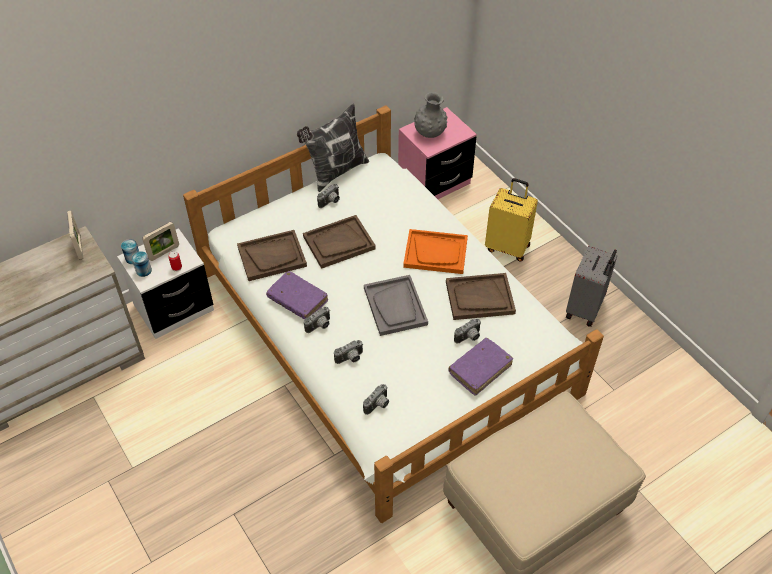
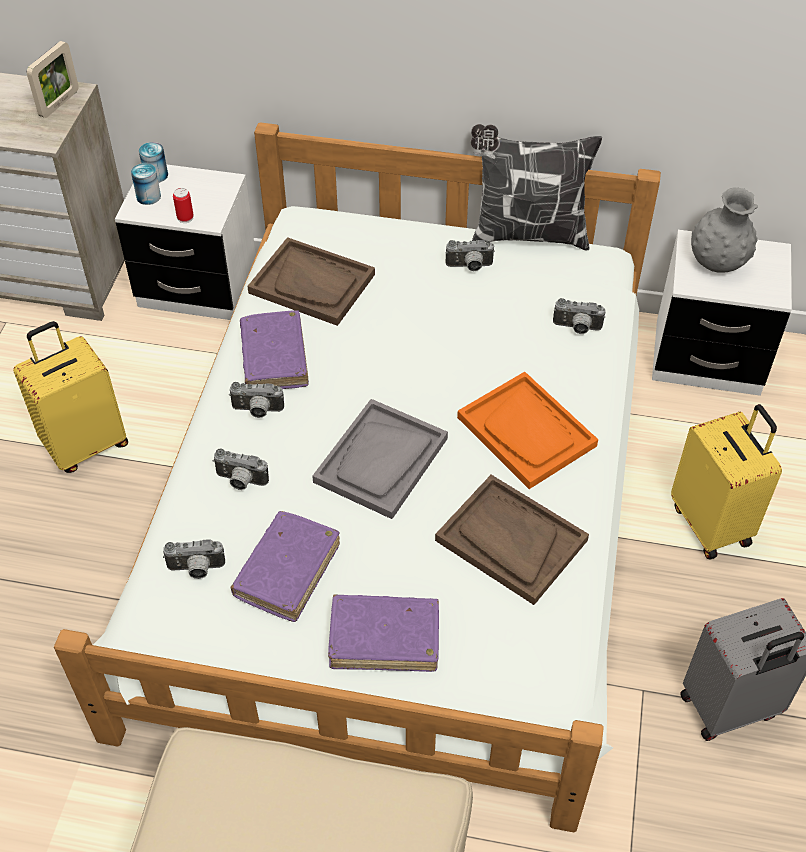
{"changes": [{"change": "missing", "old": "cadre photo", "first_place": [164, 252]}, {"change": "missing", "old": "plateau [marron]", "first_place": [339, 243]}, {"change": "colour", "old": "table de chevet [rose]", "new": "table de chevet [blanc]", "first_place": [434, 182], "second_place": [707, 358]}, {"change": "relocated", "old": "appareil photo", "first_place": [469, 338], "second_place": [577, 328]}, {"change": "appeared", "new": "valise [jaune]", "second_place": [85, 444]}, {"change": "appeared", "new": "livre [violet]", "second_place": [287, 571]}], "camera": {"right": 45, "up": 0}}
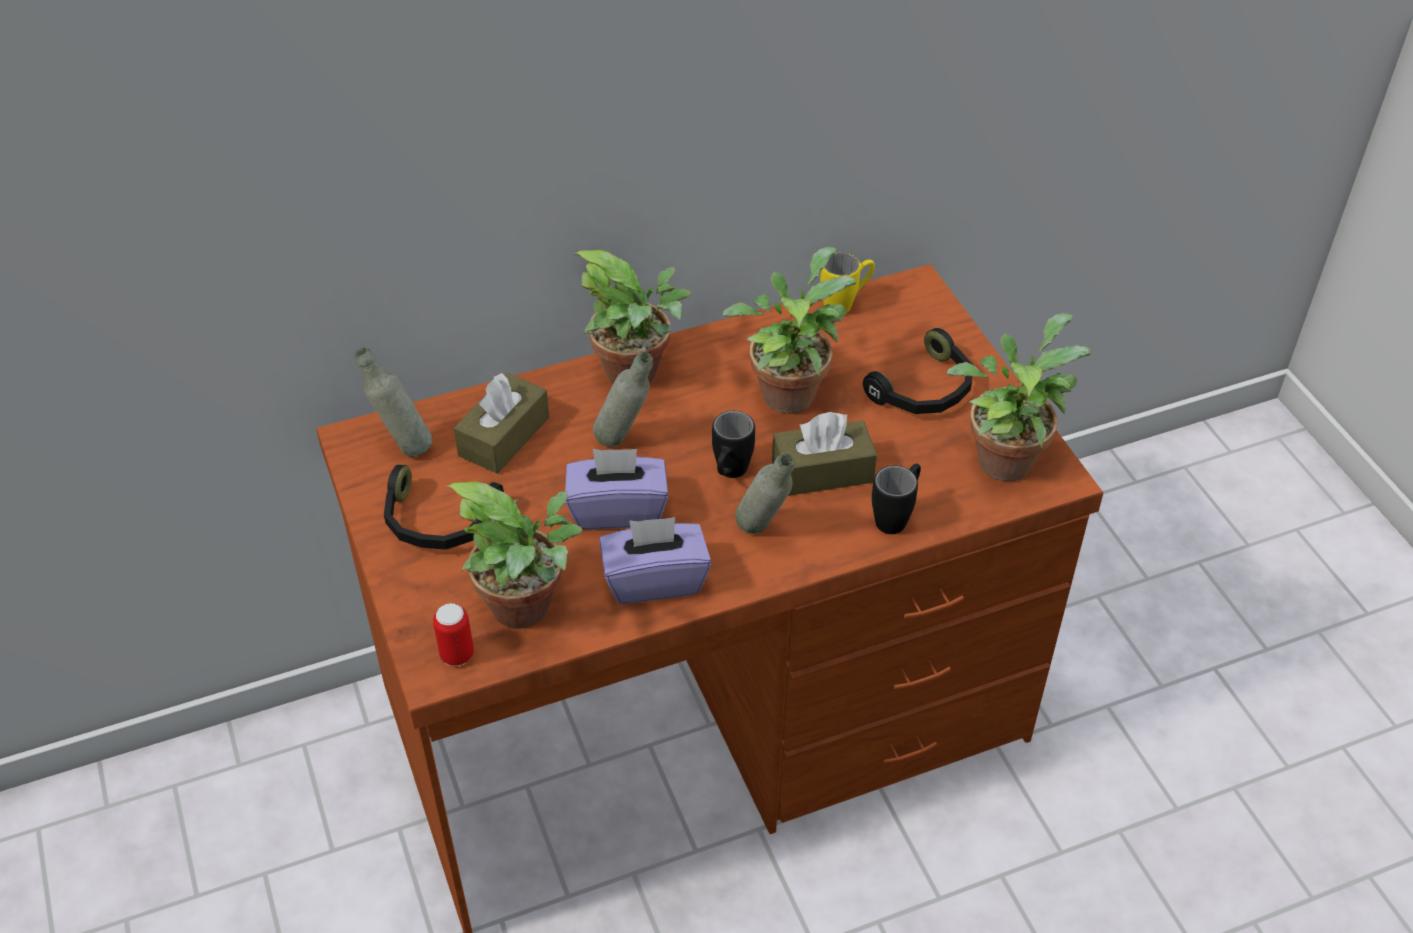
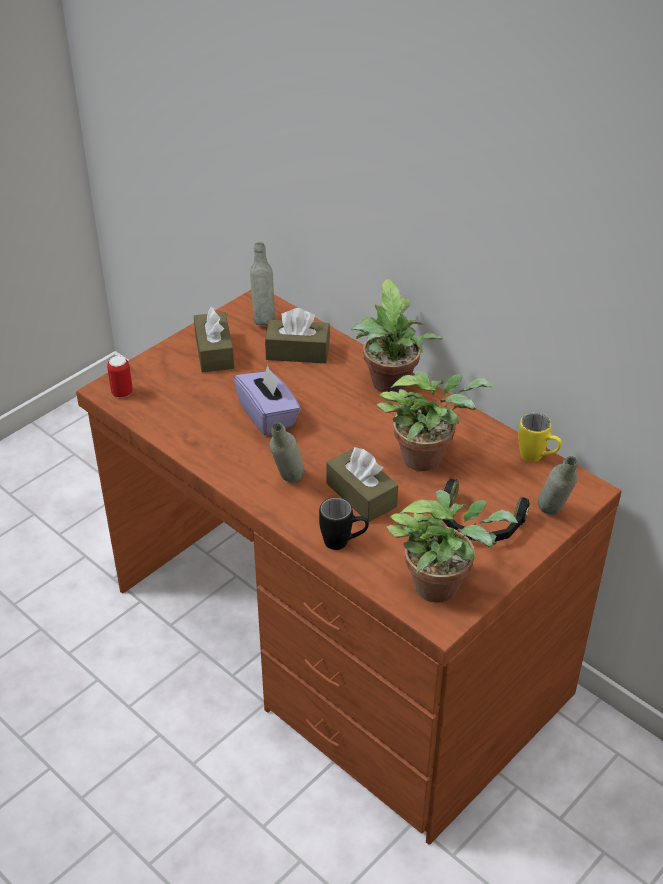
{"changes": [{"change": "exchanged", "old": "casque audio [noir]", "new": "boîte à mouchoirs [marron]", "first_place": [439, 522], "second_place": [214, 352]}, {"change": "missing", "old": "plante en pot", "first_place": [528, 609]}, {"change": "relocated", "old": "bouteille [gris]", "first_place": [624, 442], "second_place": [553, 517]}, {"change": "missing", "old": "boîte à mouchoirs [violet]", "first_place": [655, 579]}, {"change": "missing", "old": "mug [noir]", "first_place": [729, 474]}], "camera": {"right": 65, "up": -5}}
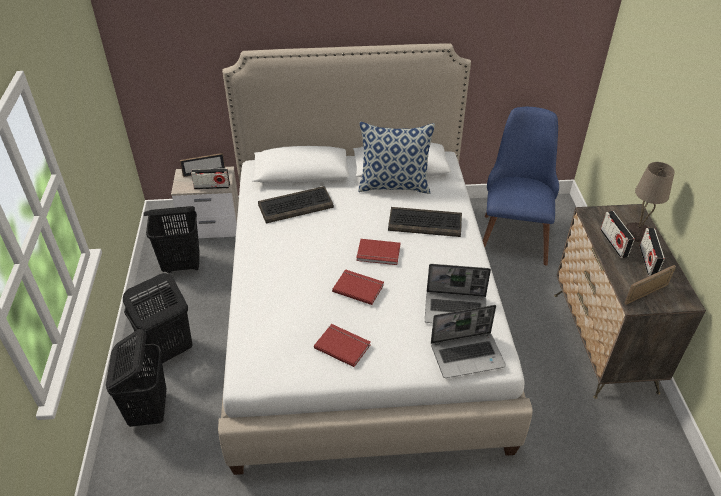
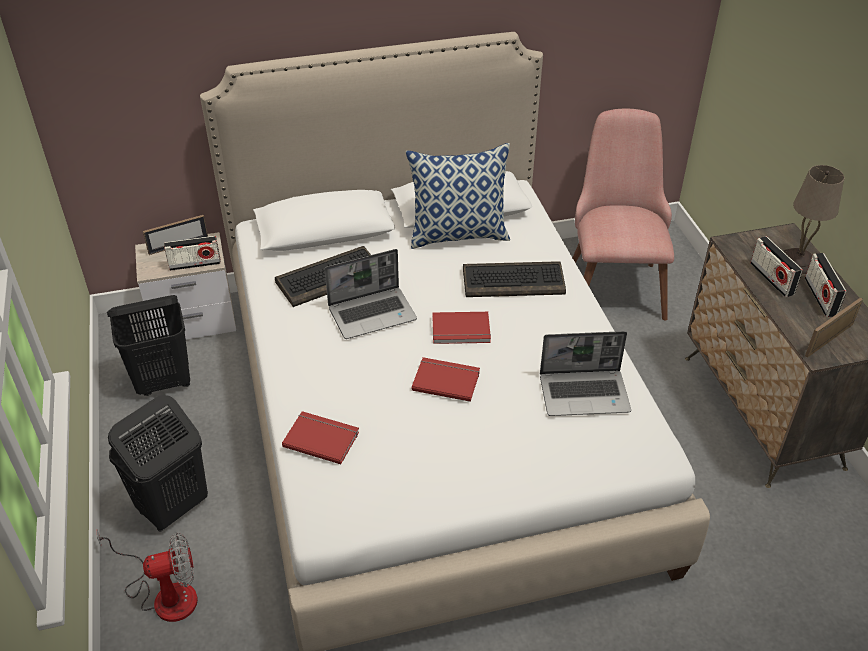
{"changes": [{"change": "exchanged", "old": "panier à linge [noir]", "new": "ventilateur", "first_place": [149, 410], "second_place": [164, 594]}, {"change": "relocated", "old": "livre [rouge]", "first_place": [343, 345], "second_place": [321, 438]}, {"change": "relocated", "old": "ordinateur portable", "first_place": [468, 355], "second_place": [373, 313]}, {"change": "colour", "old": "chaise [bleu]", "new": "chaise [rose]", "first_place": [514, 231], "second_place": [613, 280]}], "camera": {"right": -10, "up": 0}}
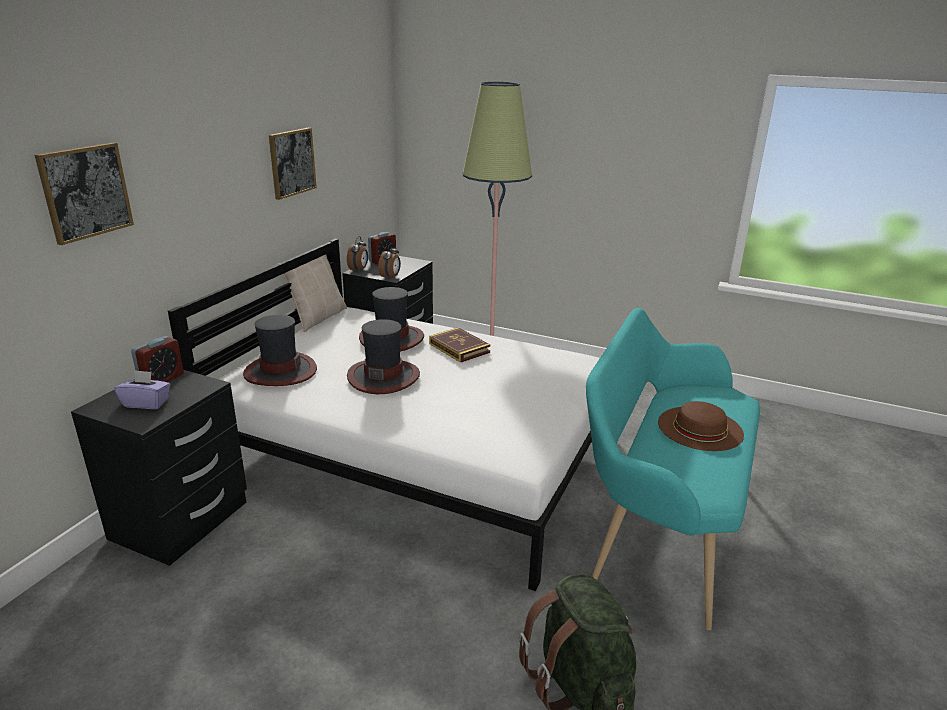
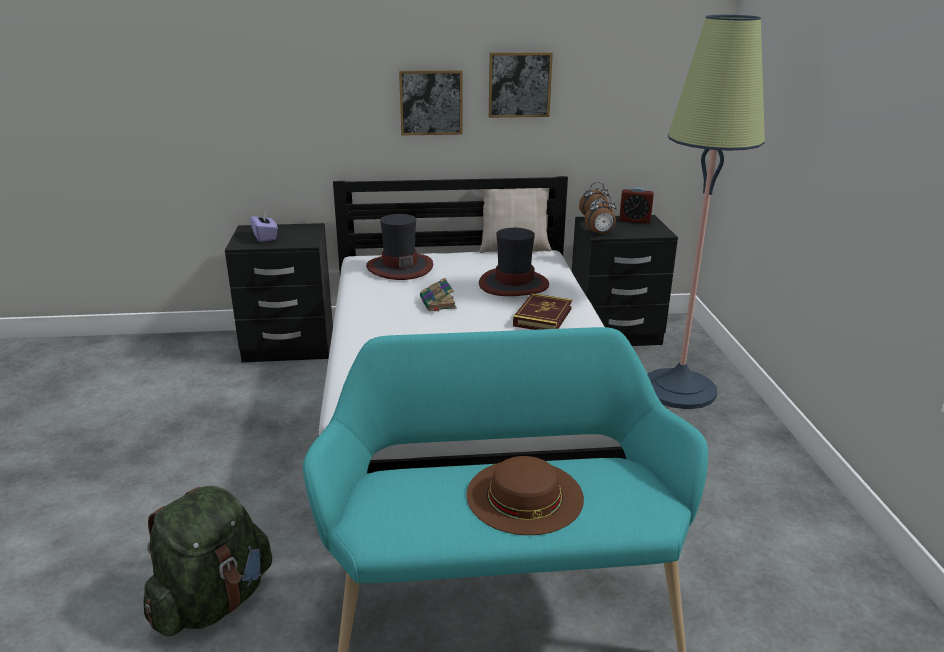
{"changes": [{"change": "relocated", "old": "tableau", "first_place": [85, 192], "second_place": [431, 102]}, {"change": "missing", "old": "réveil", "first_place": [161, 379]}, {"change": "exchanged", "old": "chapeau", "new": "livre", "first_place": [383, 376], "second_place": [438, 303]}], "camera": {"right": 60, "up": 0}}
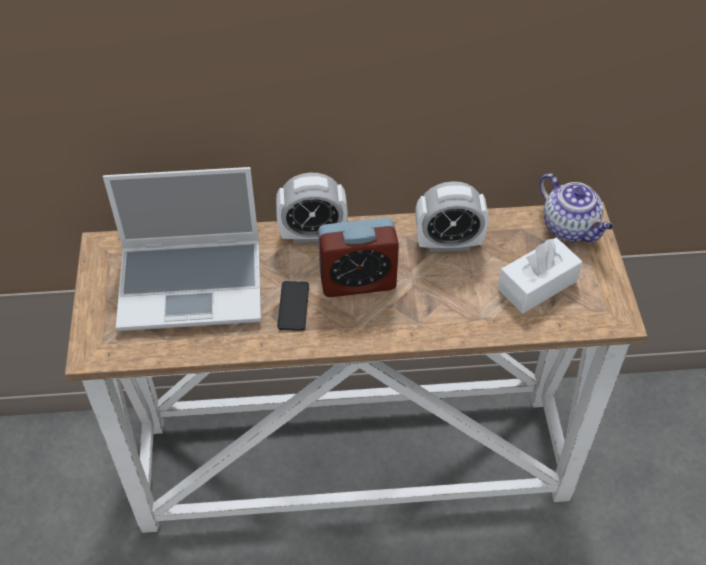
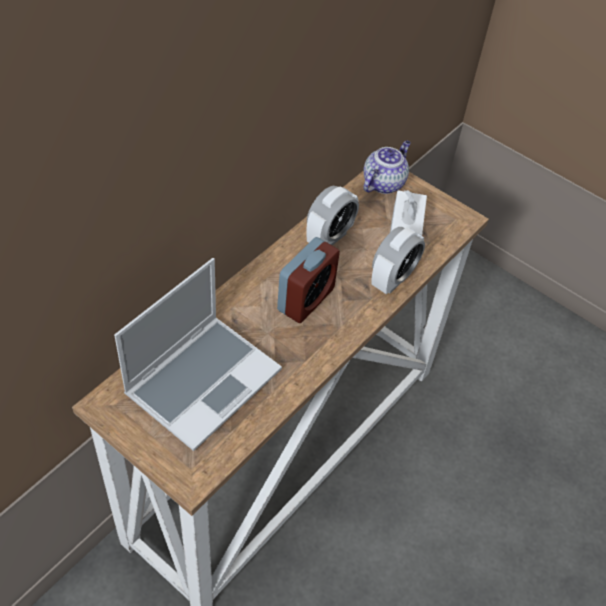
{"changes": [{"change": "relocated", "old": "réveil", "first_place": [312, 234], "second_place": [393, 279]}, {"change": "missing", "old": "téléphone", "first_place": [293, 306]}, {"change": "spun", "old": "théière", "first_place": [570, 228], "second_place": [383, 182], "degrees": -60}], "camera": {"right": -50, "up": 0}}
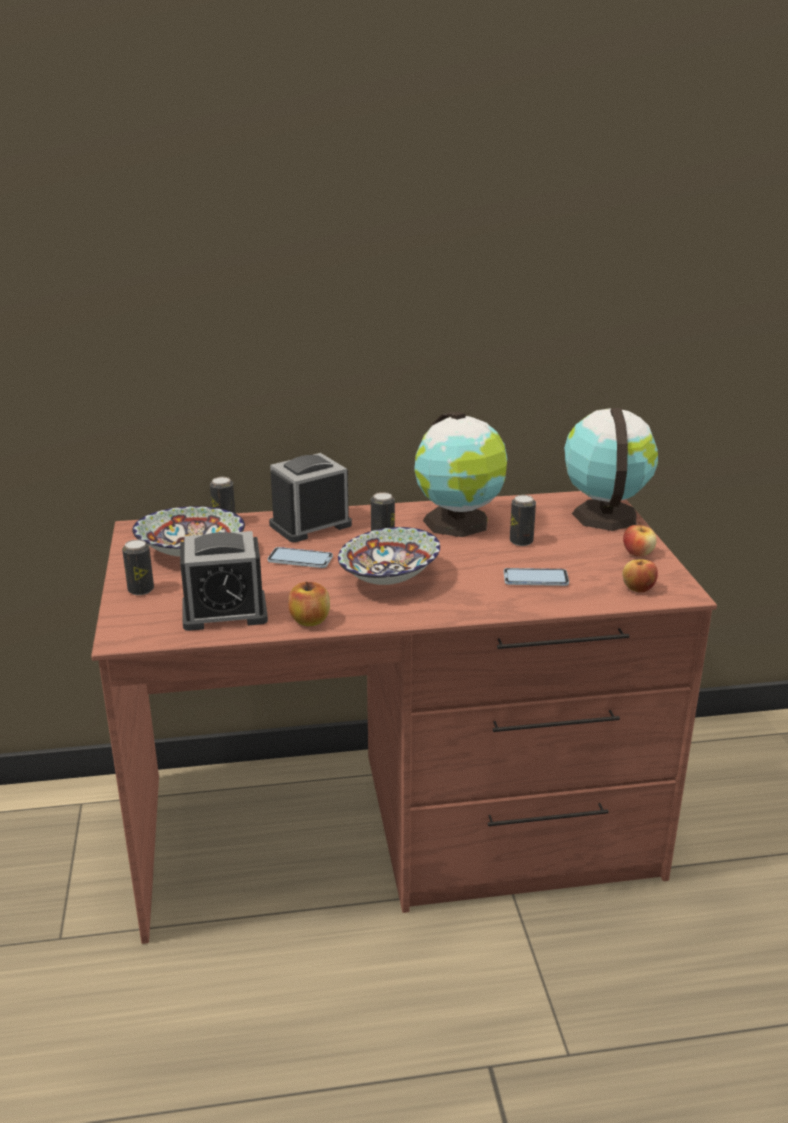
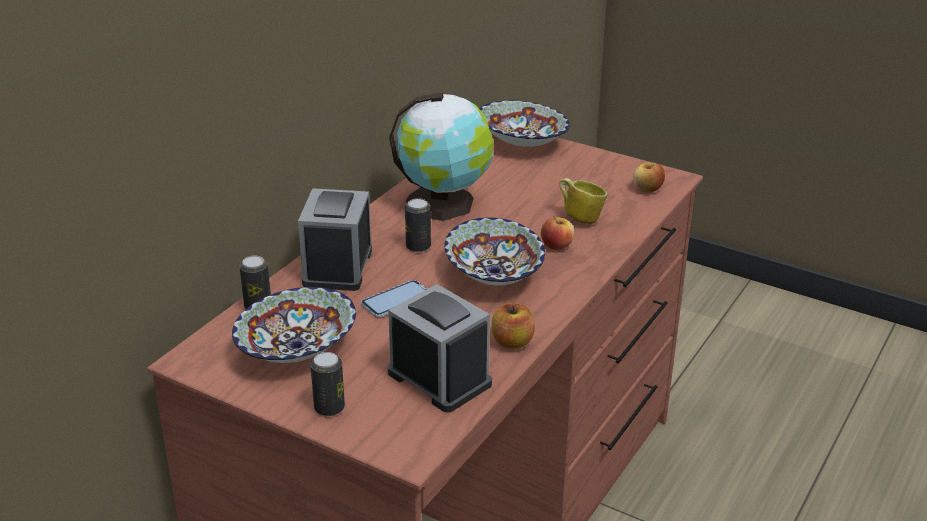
{"changes": [{"change": "spun", "old": "réveil", "first_place": [224, 612], "second_place": [439, 378], "degrees": -75}, {"change": "exchanged", "old": "téléphone", "new": "mug", "first_place": [535, 579], "second_place": [580, 217]}, {"change": "missing", "old": "boîte métallique", "first_place": [521, 541]}, {"change": "exchanged", "old": "globe", "new": "bol", "first_place": [604, 514], "second_place": [521, 144]}, {"change": "relocated", "old": "pomme", "first_place": [638, 553], "second_place": [556, 246]}], "camera": {"right": -50, "up": 5}}
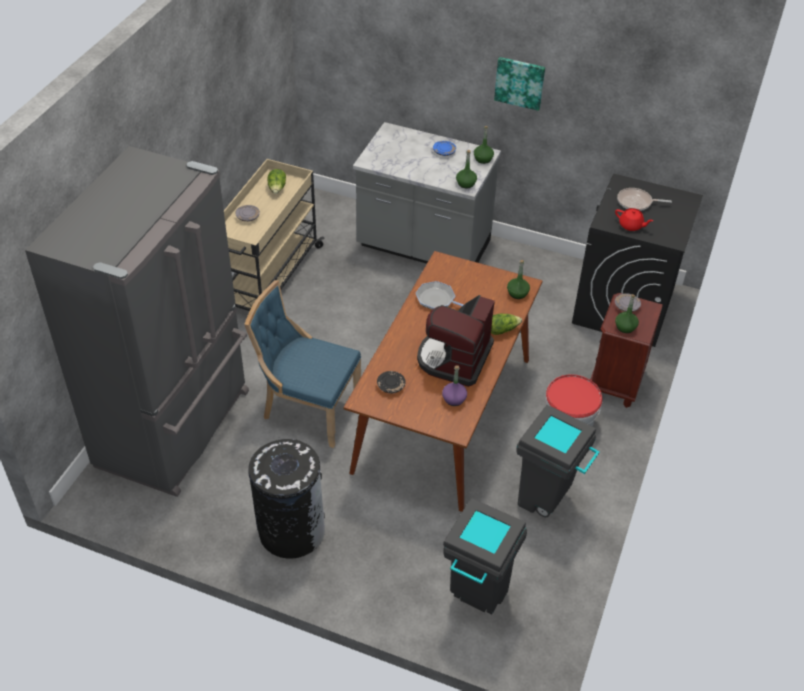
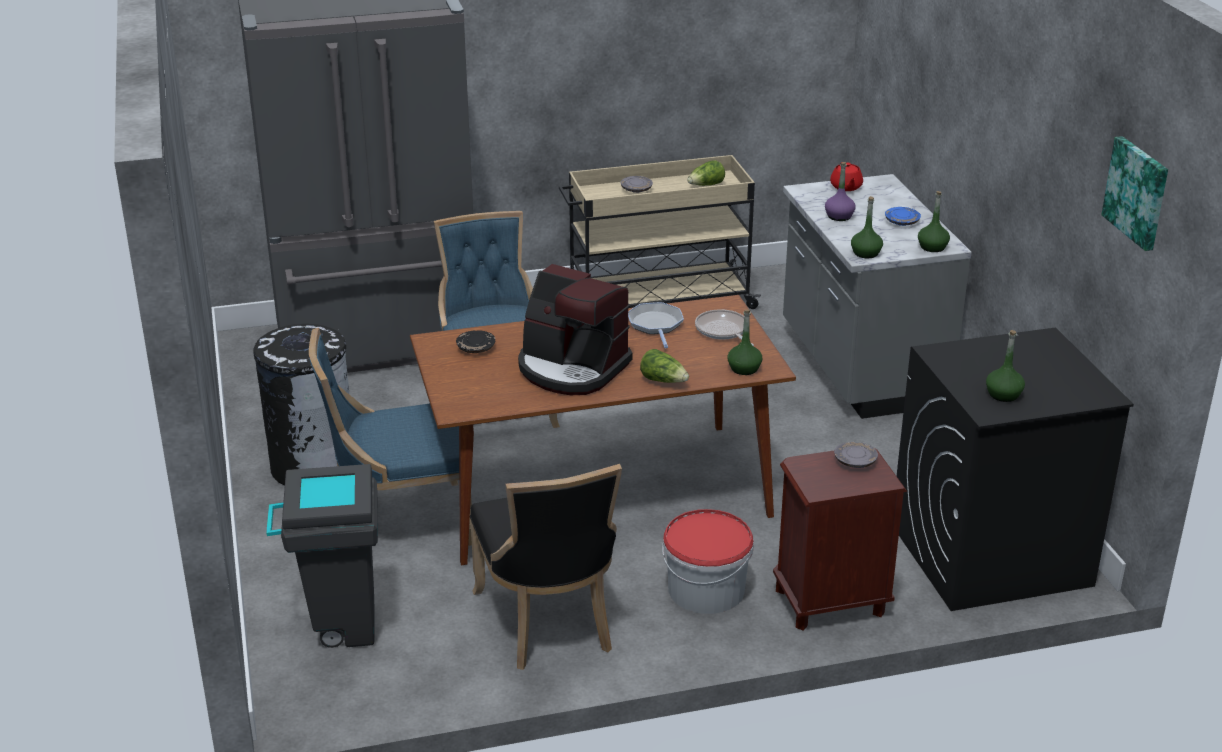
{"changes": [{"change": "spun", "old": "machine à café", "first_place": [454, 358], "second_place": [572, 368], "degrees": -135}, {"change": "relocated", "old": "bouteille [violet]", "first_place": [454, 399], "second_place": [839, 216]}, {"change": "relocated", "old": "tableau", "first_place": [520, 82], "second_place": [1138, 192]}, {"change": "exchanged", "old": "poubelle [gris]", "new": "chaise [noir]", "first_place": [547, 501], "second_place": [548, 623]}, {"change": "relocated", "old": "théière [rouge]", "first_place": [631, 226], "second_place": [846, 187]}, {"change": "relocated", "old": "bouteille [vert]", "first_place": [625, 327], "second_place": [1003, 394]}, {"change": "relocated", "old": "poêle", "first_place": [636, 202], "second_place": [723, 331]}, {"change": "appeared", "new": "chaise [bleu]", "second_place": [399, 521]}], "camera": {"right": 55, "up": -15}}
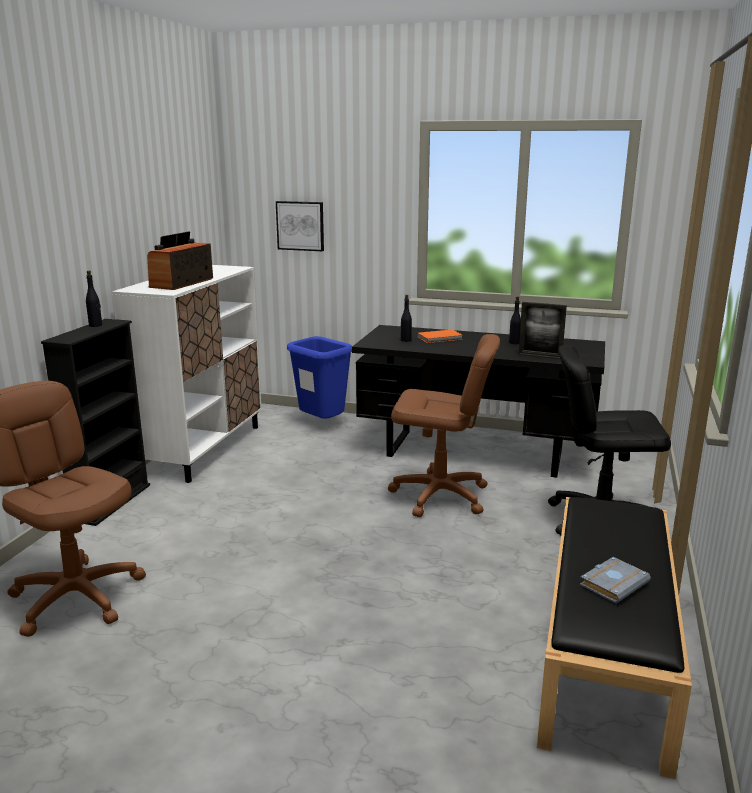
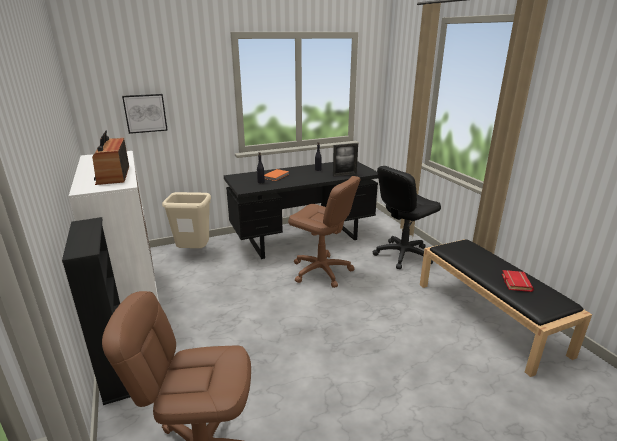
{"changes": [{"change": "missing", "old": "bouteille [noir]", "first_place": [95, 325]}, {"change": "colour", "old": "poubelle [bleu]", "new": "poubelle [beige]", "first_place": [322, 425], "second_place": [194, 253]}, {"change": "spun", "old": "chaise de bureau [marron]", "first_place": [440, 496], "second_place": [321, 271], "degrees": 60}, {"change": "colour", "old": "livre [gris]", "new": "livre [rouge]", "first_place": [613, 583], "second_place": [515, 282]}], "camera": {"right": -40, "up": 5}}
